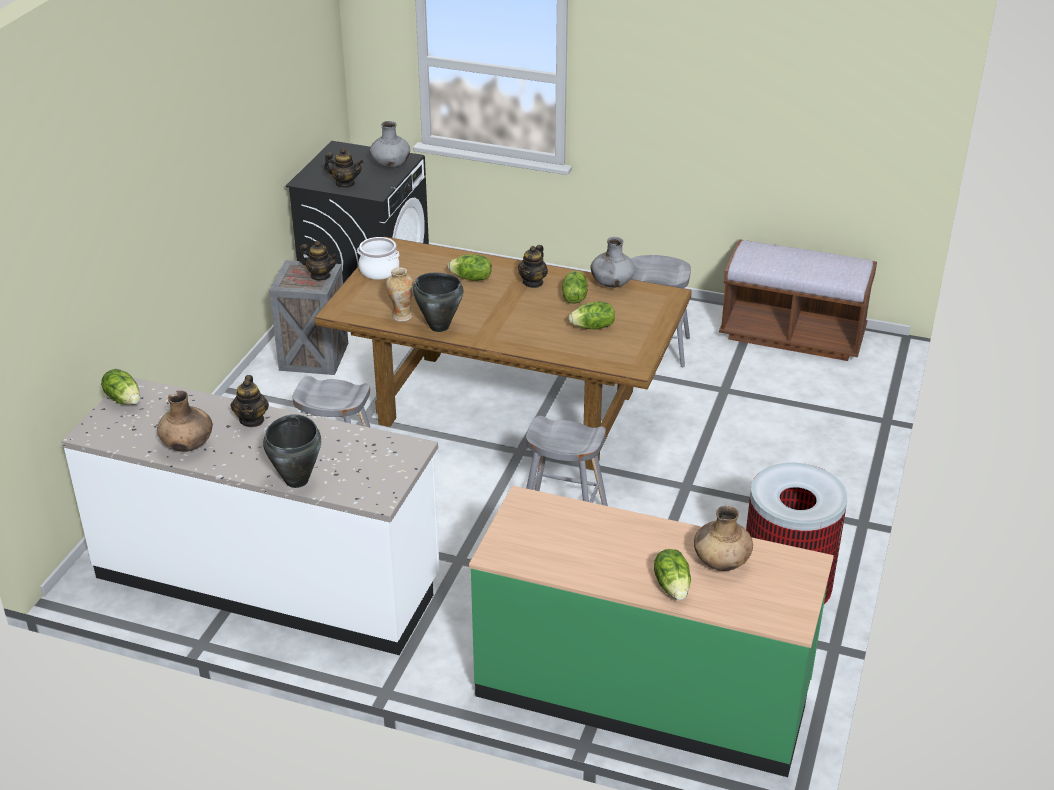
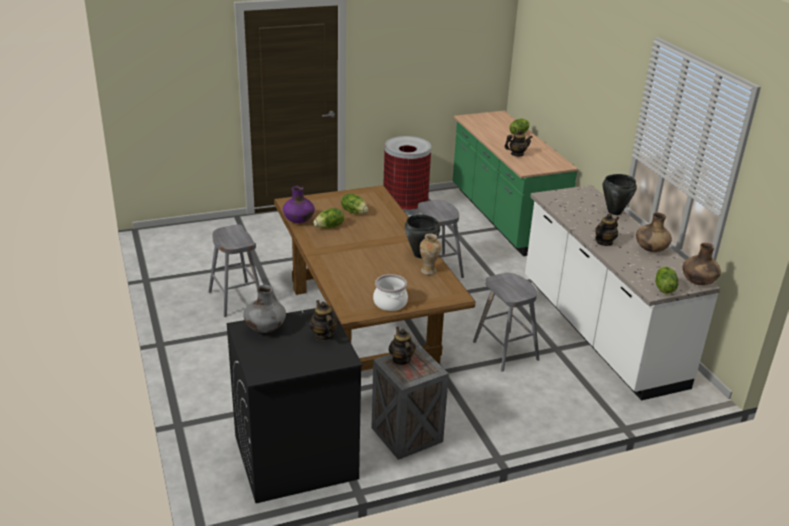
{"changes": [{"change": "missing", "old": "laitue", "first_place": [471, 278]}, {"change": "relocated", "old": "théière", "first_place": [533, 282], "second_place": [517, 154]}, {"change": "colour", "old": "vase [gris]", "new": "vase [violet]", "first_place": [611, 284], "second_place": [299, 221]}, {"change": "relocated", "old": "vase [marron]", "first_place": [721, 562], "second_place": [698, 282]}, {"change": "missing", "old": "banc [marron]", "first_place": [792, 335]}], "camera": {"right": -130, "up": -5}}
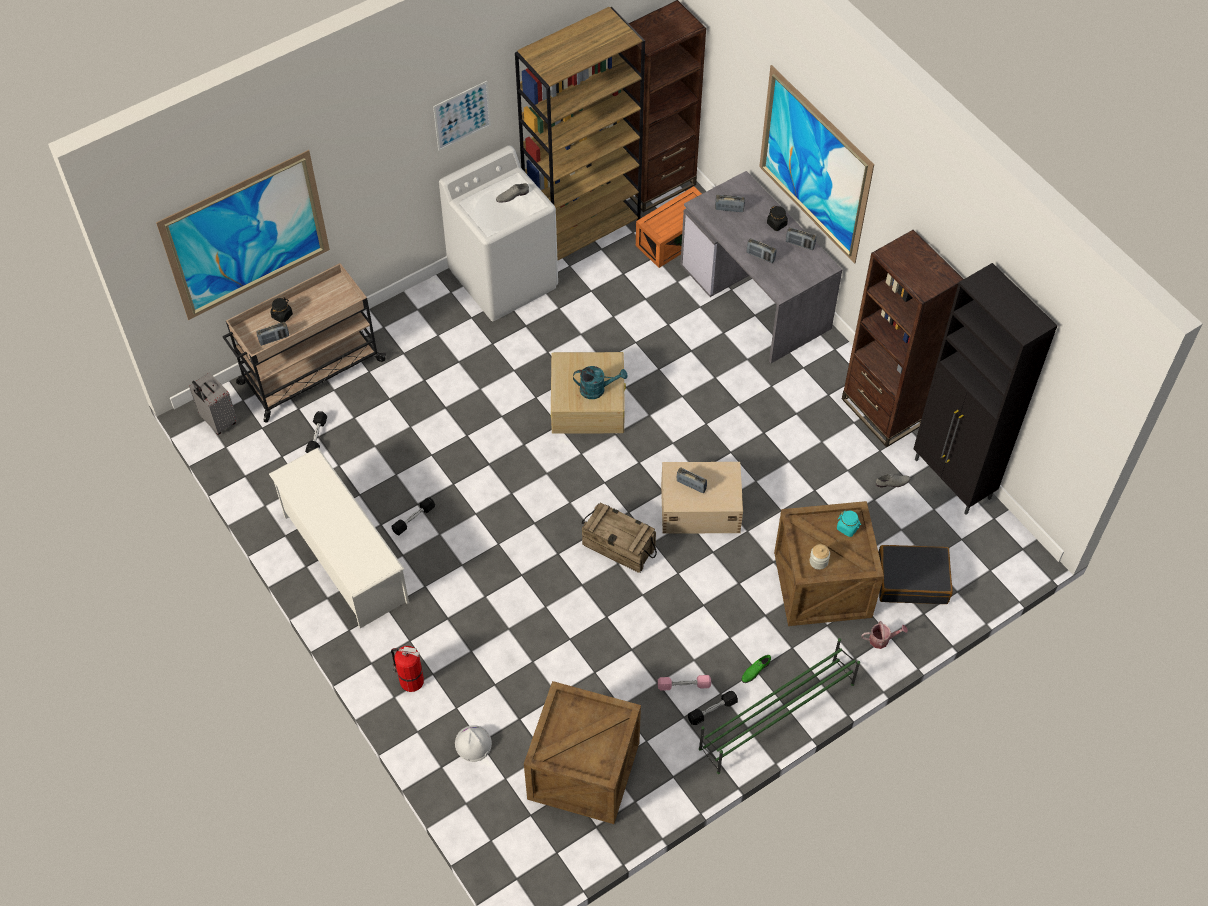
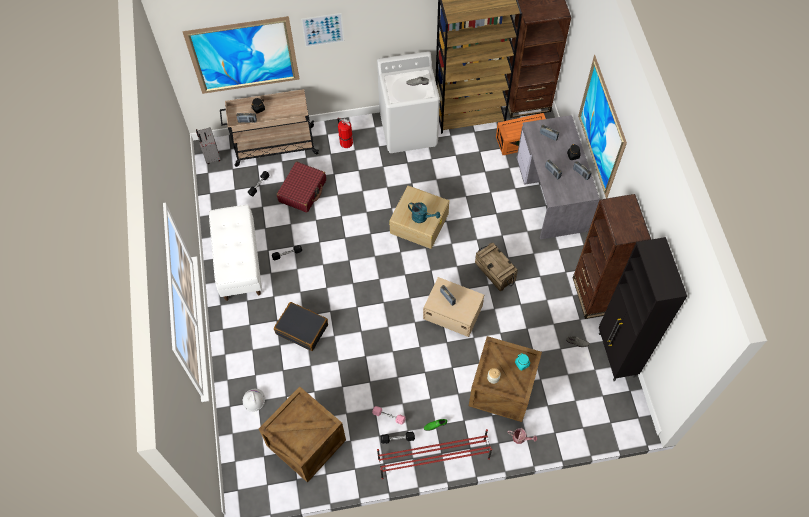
{"changes": [{"change": "exchanged", "old": "étagère à chaussures [blanc]", "new": "banc [blanc]", "first_place": [344, 558], "second_place": [238, 262]}, {"change": "relocated", "old": "extincteur", "first_place": [410, 680], "second_place": [345, 142]}, {"change": "relocated", "old": "tableau", "first_place": [462, 115], "second_place": [323, 30]}, {"change": "relocated", "old": "caisse", "first_place": [619, 547], "second_place": [495, 272]}, {"change": "colour", "old": "étagère à chaussures [vert]", "new": "étagère à chaussures [rouge]", "first_place": [776, 716], "second_place": [433, 458]}, {"change": "relocated", "old": "valise [noir]", "first_place": [912, 580], "second_place": [302, 329]}, {"change": "appeared", "new": "valise [rouge]", "second_place": [302, 191]}], "camera": {"right": 25, "up": 5}}
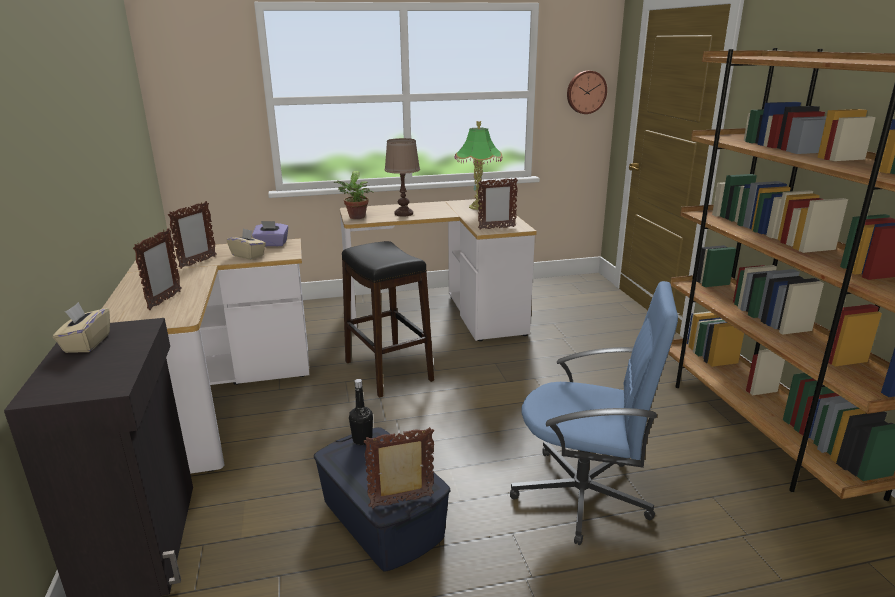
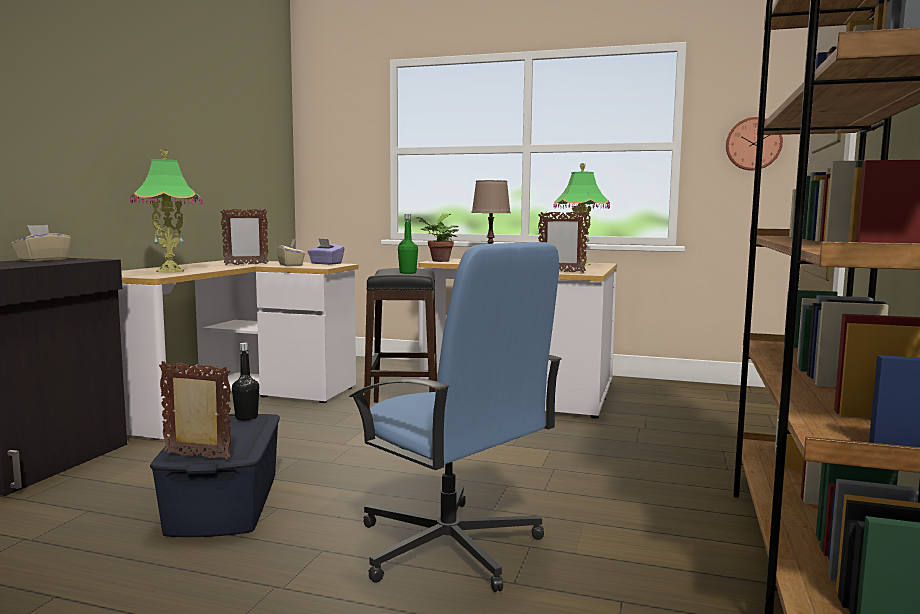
{"changes": [{"change": "exchanged", "old": "cadre photo", "new": "lampe de table", "first_place": [164, 300], "second_place": [170, 271]}, {"change": "appeared", "new": "bouteille [vert]", "second_place": [407, 273]}], "camera": {"right": 30, "up": -15}}
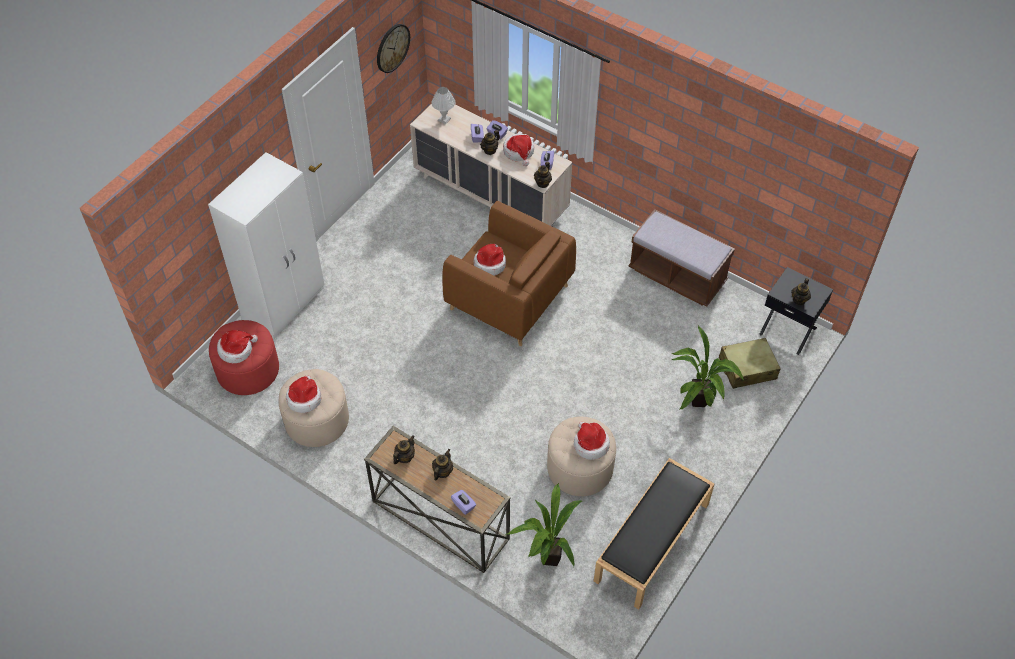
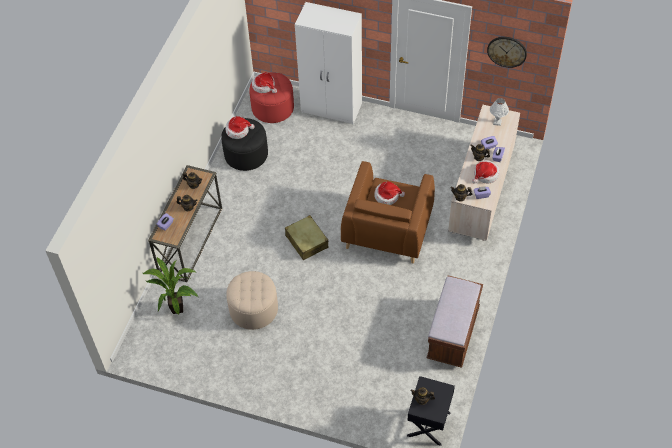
{"changes": [{"change": "colour", "old": "pouf [beige]", "new": "pouf [noir]", "first_place": [317, 420], "second_place": [246, 154]}, {"change": "missing", "old": "chapeau", "first_place": [590, 444]}, {"change": "missing", "old": "banc [noir]", "first_place": [652, 543]}, {"change": "missing", "old": "plante en pot", "first_place": [698, 405]}, {"change": "relocated", "old": "valise [beige]", "first_place": [747, 368], "second_place": [306, 241]}], "camera": {"right": 75, "up": 0}}
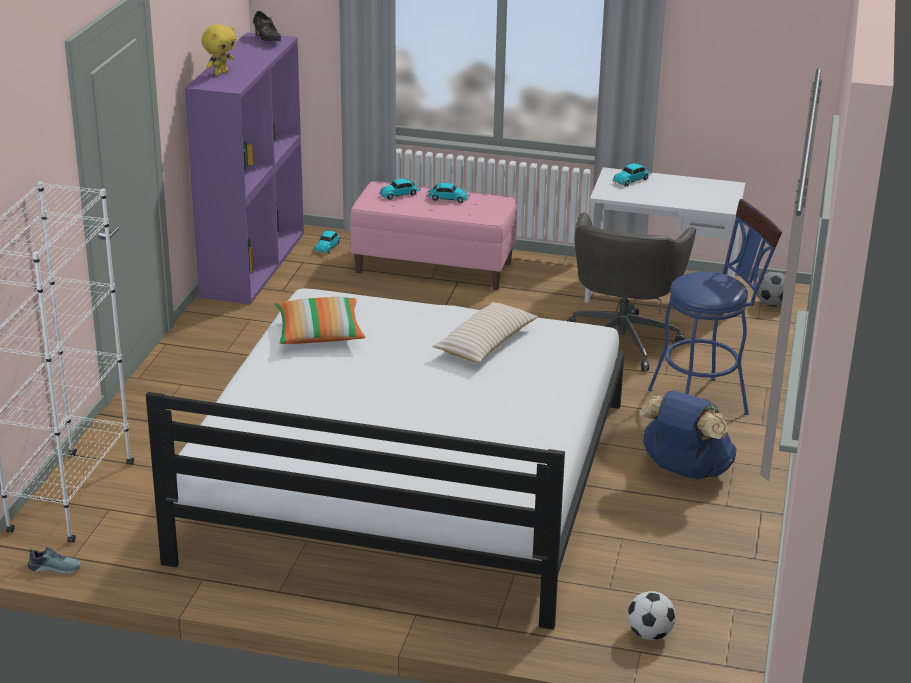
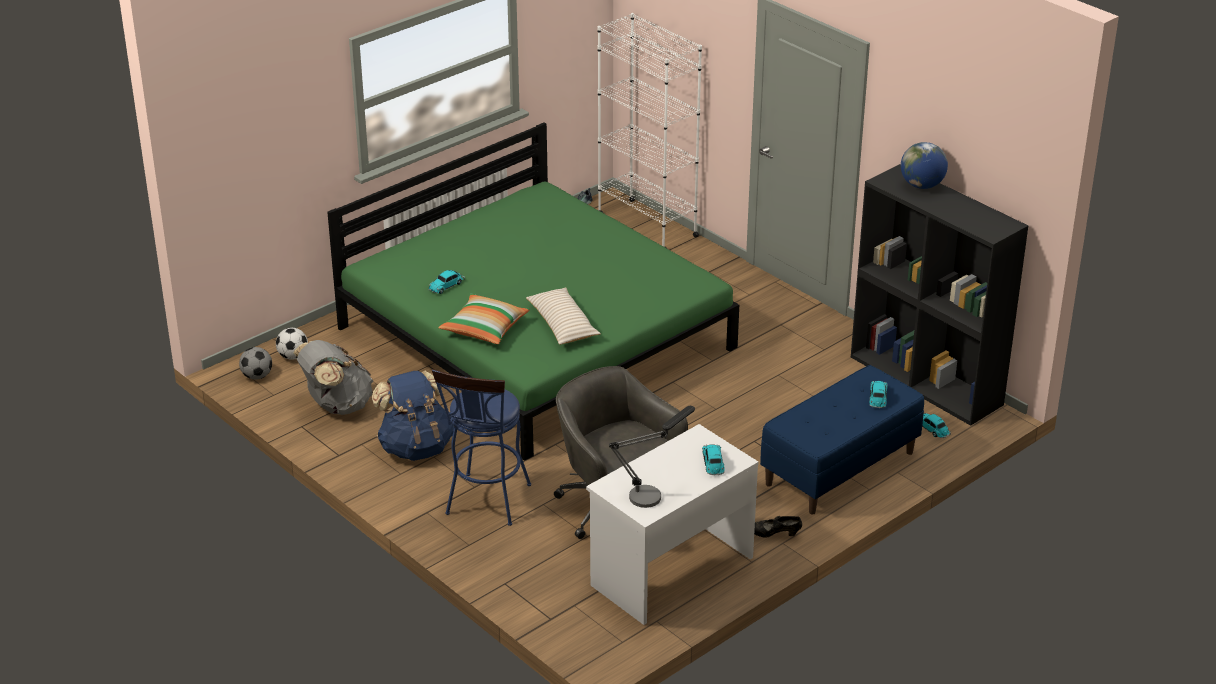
{"changes": [{"change": "colour", "old": "lit [blanc]", "new": "lit [vert]", "first_place": [407, 479], "second_place": [536, 337]}, {"change": "colour", "old": "bibliothèque [violet]", "new": "bibliothèque [noir]", "first_place": [252, 264], "second_place": [927, 380]}, {"change": "exchanged", "old": "peluche [jaune]", "new": "globe", "first_place": [220, 73], "second_place": [922, 185]}, {"change": "relocated", "old": "chaussure [noir]", "first_place": [267, 40], "second_place": [775, 535]}, {"change": "relocated", "old": "coussin", "first_place": [319, 334], "second_place": [484, 329]}, {"change": "colour", "old": "banc [rose]", "new": "banc [bleu]", "first_place": [434, 267], "second_place": [840, 469]}, {"change": "relocated", "old": "petite voiture", "first_place": [447, 198], "second_place": [447, 285]}, {"change": "relocated", "old": "ballon de foot", "first_place": [772, 304], "second_place": [257, 376]}, {"change": "appeared", "new": "sac à dos [gris]", "second_place": [337, 405]}, {"change": "appeared", "new": "lampe de table", "second_place": [652, 493]}], "camera": {"right": 125, "up": 5}}
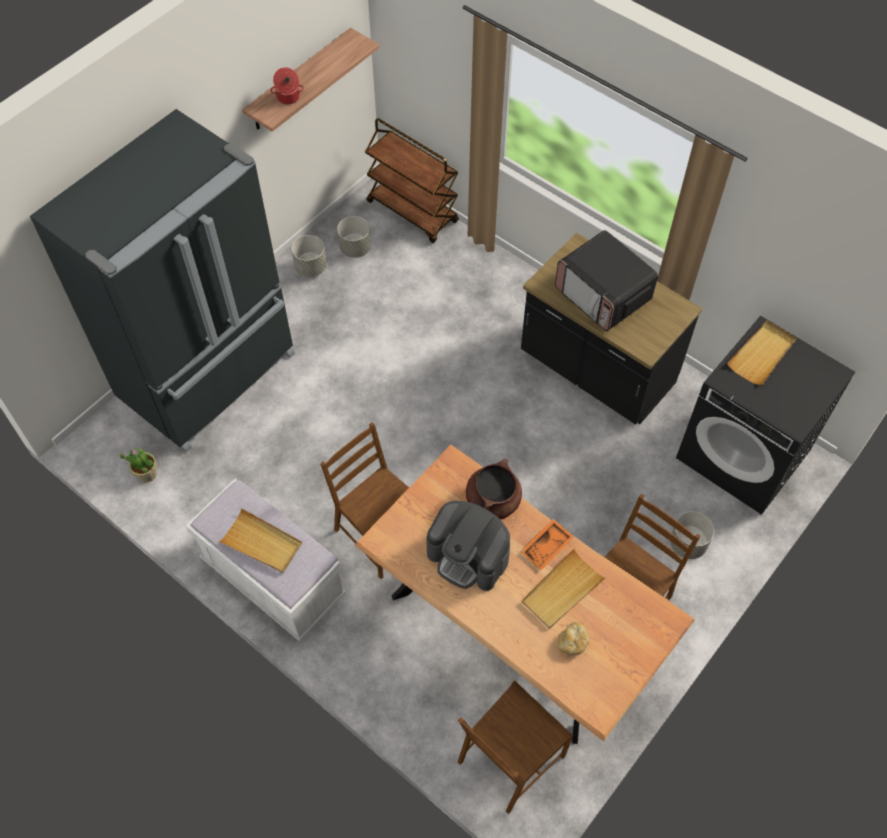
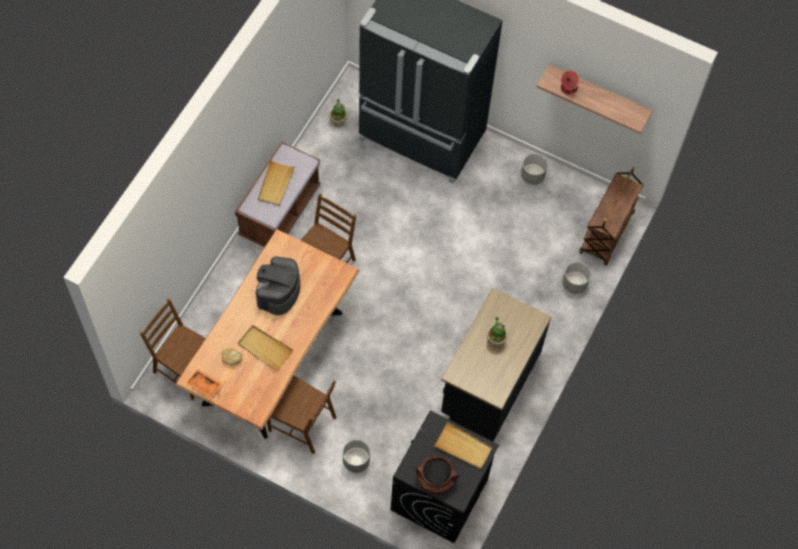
{"changes": [{"change": "colour", "old": "banc [blanc]", "new": "banc [marron]", "first_place": [273, 578], "second_place": [279, 211]}, {"change": "relocated", "old": "cache-pot [gris]", "first_place": [355, 248], "second_place": [574, 284]}, {"change": "relocated", "old": "marmite [marron]", "first_place": [493, 501], "second_place": [436, 479]}, {"change": "relocated", "old": "plateau [orange]", "first_place": [547, 548], "second_place": [204, 385]}, {"change": "exchanged", "old": "micro-ondes", "new": "plante en pot", "first_place": [603, 295], "second_place": [496, 341]}], "camera": {"right": 75, "up": 5}}
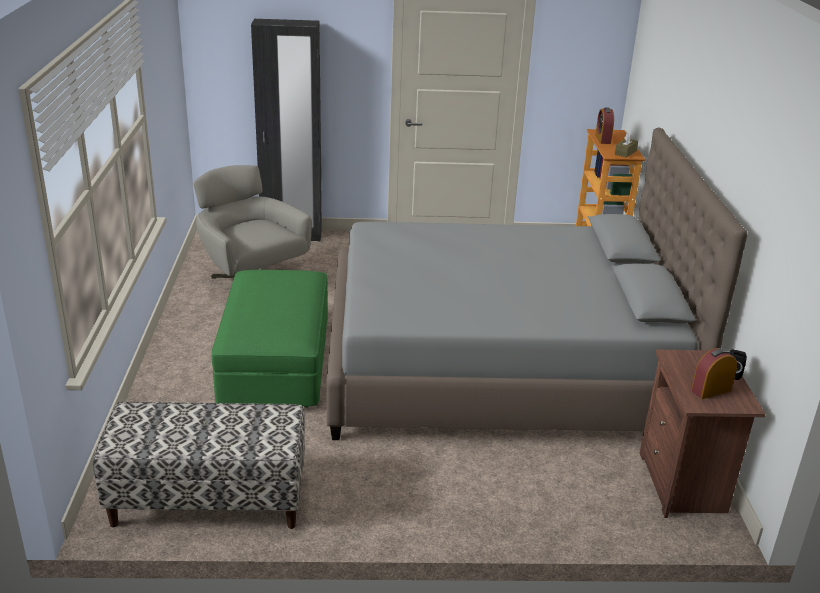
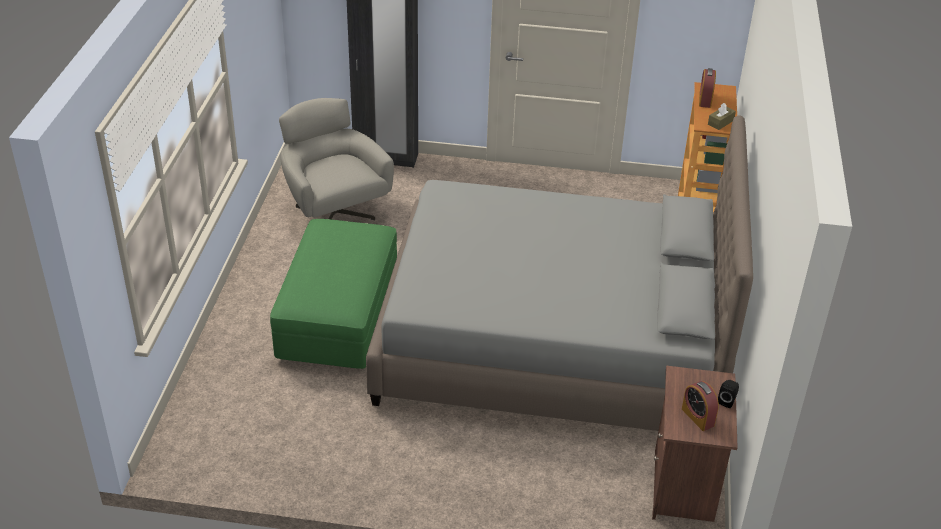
{"changes": [{"change": "missing", "old": "banc", "first_place": [208, 501]}, {"change": "spun", "old": "réveil", "first_place": [711, 390], "second_place": [698, 417], "degrees": -105}], "camera": {"right": 10, "up": 10}}
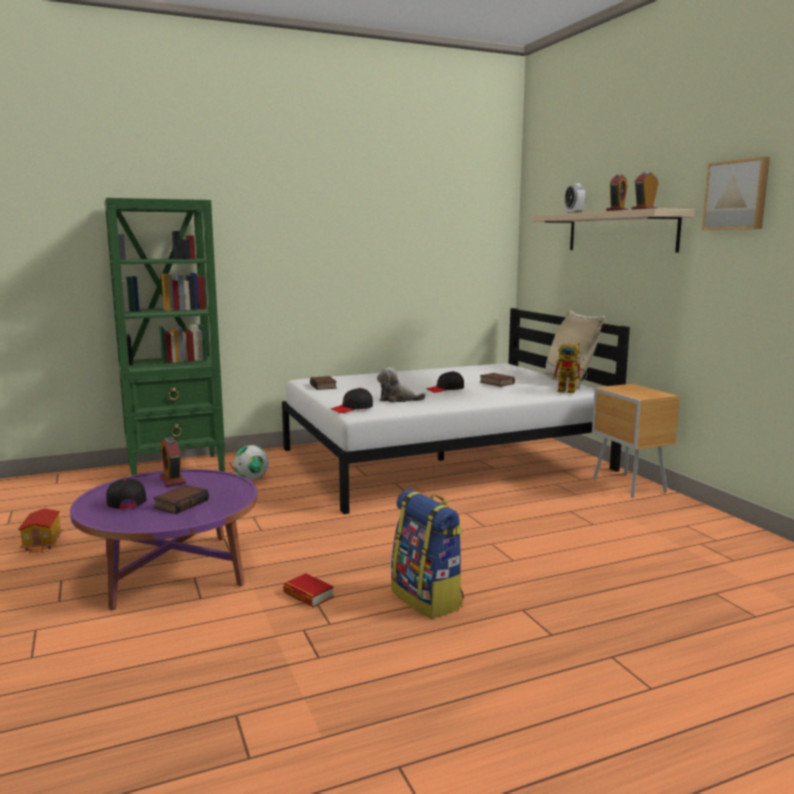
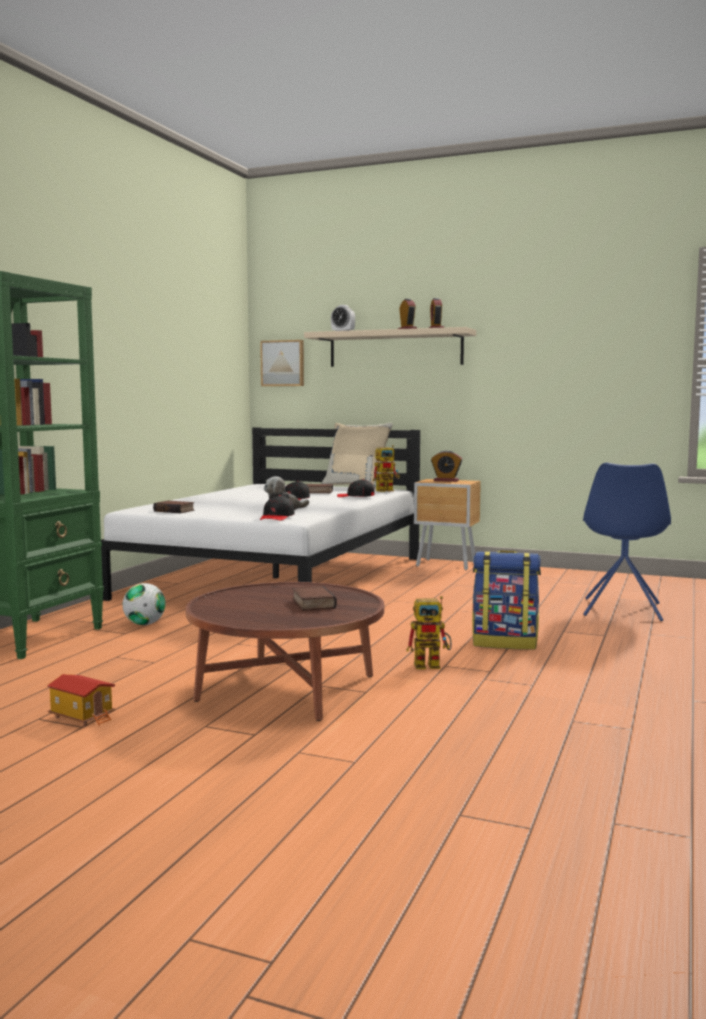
{"changes": [{"change": "colour", "old": "table basse [violet]", "new": "table basse [marron]", "first_place": [172, 570], "second_place": [286, 688]}, {"change": "relocated", "old": "casquette [noir]", "first_place": [126, 501], "second_place": [356, 496]}, {"change": "relocated", "old": "réveil", "first_place": [172, 480], "second_place": [446, 480]}, {"change": "exchanged", "old": "livre", "new": "robot jouet", "first_place": [308, 595], "second_place": [433, 665]}, {"change": "relocated", "old": "tableau", "first_place": [737, 195], "second_place": [283, 363]}, {"change": "appeared", "new": "chaise [bleu]", "second_place": [621, 610]}], "camera": {"right": -45, "up": -5}}
